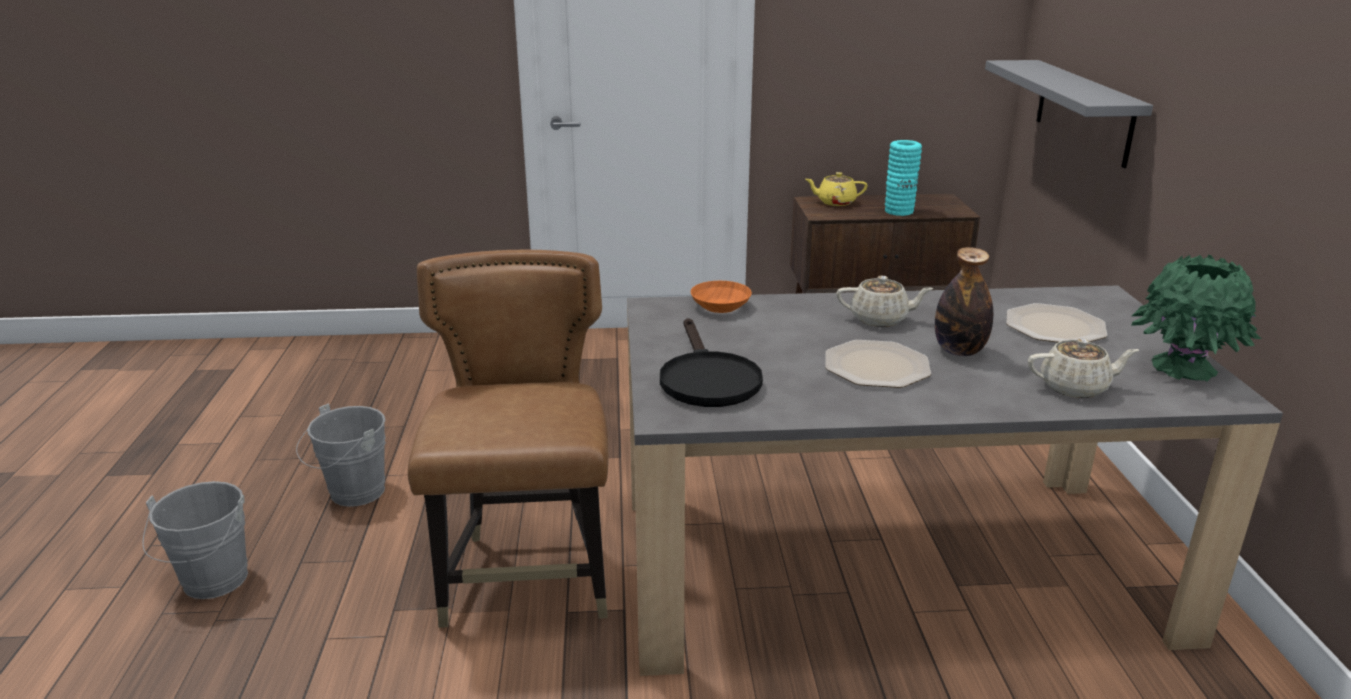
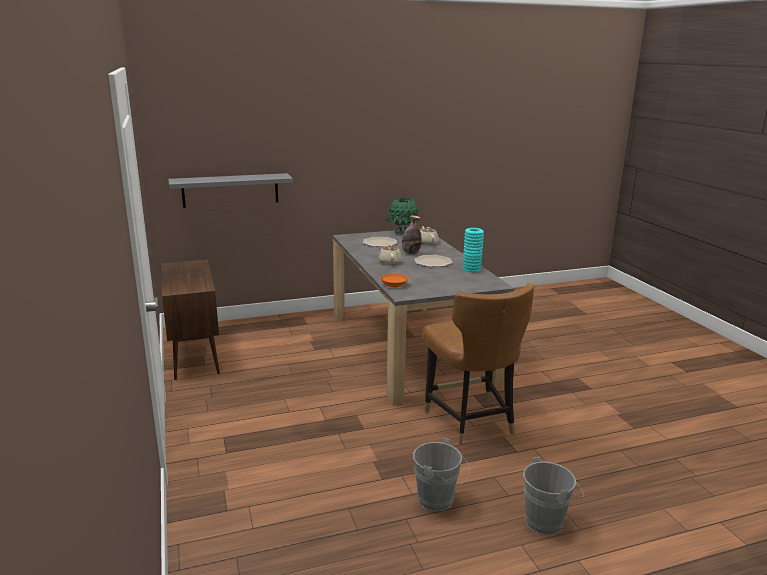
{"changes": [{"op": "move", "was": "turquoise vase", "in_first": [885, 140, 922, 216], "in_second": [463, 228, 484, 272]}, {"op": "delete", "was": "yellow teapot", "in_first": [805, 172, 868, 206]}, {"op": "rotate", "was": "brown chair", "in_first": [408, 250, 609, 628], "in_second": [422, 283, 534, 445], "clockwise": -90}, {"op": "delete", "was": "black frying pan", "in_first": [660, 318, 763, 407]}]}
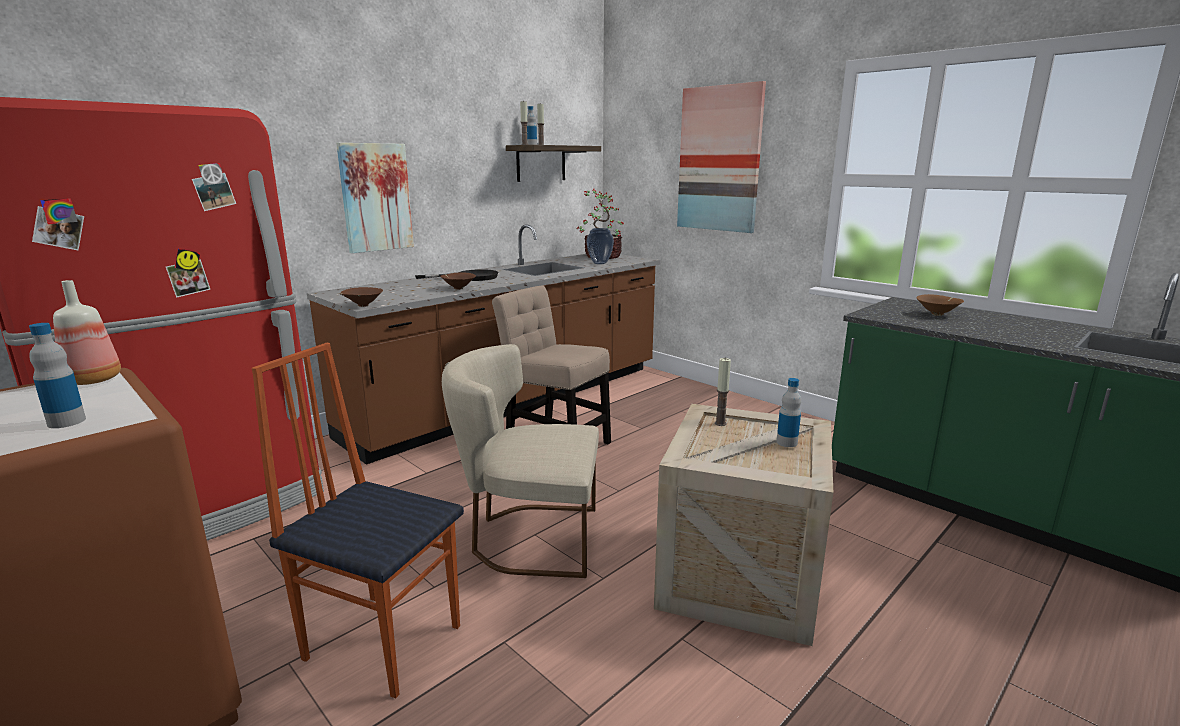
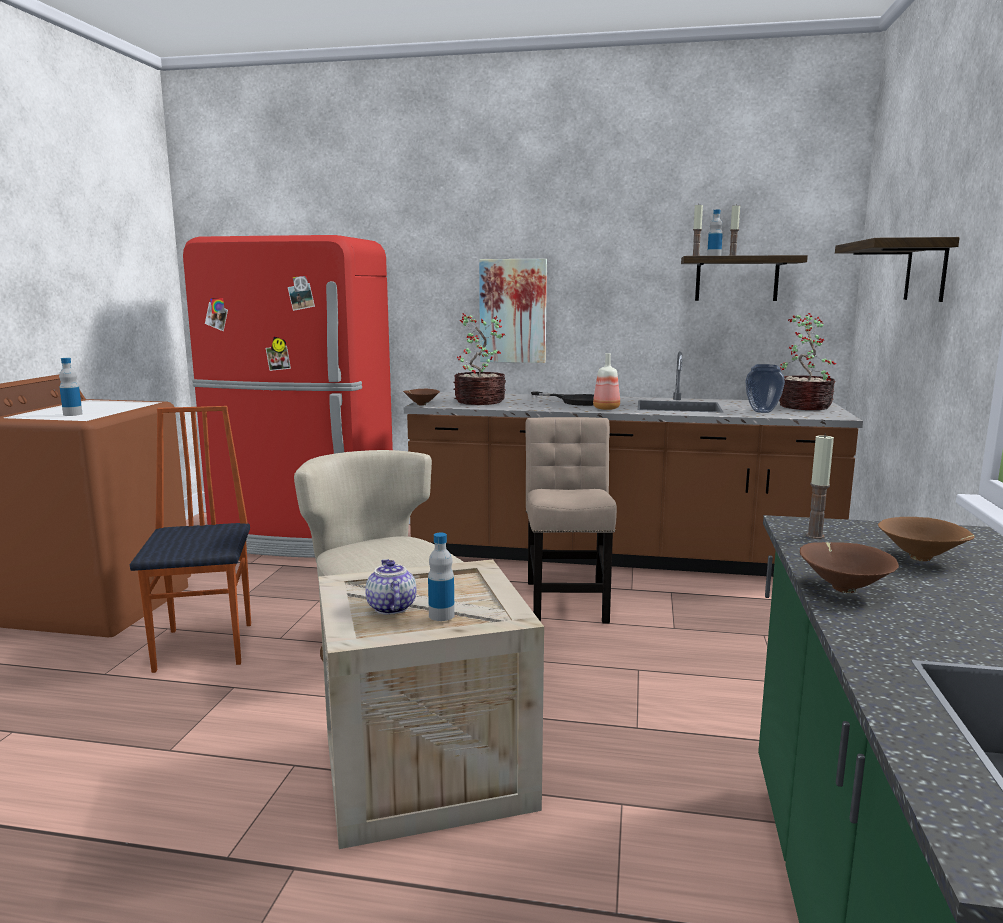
{"changes": [{"op": "replace", "was": "picture", "now": "shelf", "in_first": [677, 81, 766, 233], "in_second": [835, 237, 960, 302]}, {"op": "move", "was": "brown bowl", "in_first": [440, 272, 476, 290], "in_second": [800, 542, 899, 593]}, {"op": "move", "was": "bottle", "in_first": [53, 280, 121, 385], "in_second": [593, 353, 620, 410]}, {"op": "move", "was": "candle", "in_first": [715, 358, 731, 426], "in_second": [806, 434, 834, 539]}, {"op": "insert", "now": "potted plant", "in_second": [454, 313, 506, 405]}, {"op": "insert", "now": "teapot", "in_second": [365, 559, 417, 615]}]}
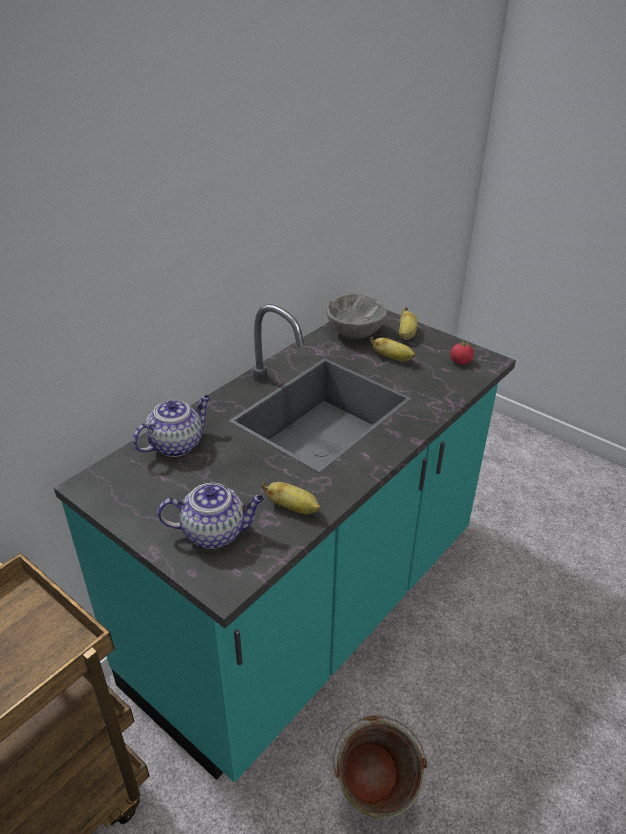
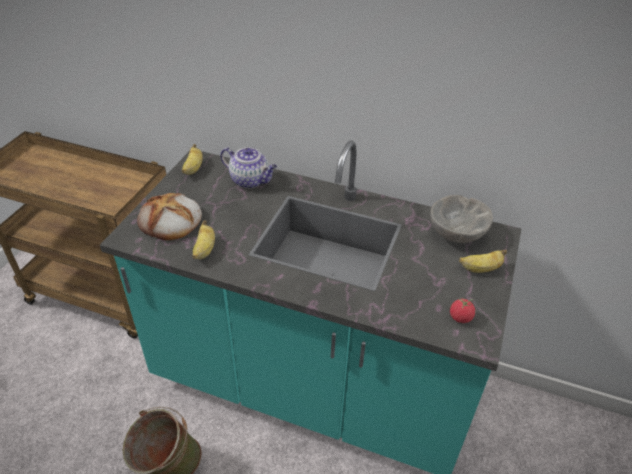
{"changes": [{"op": "move", "was": "banana", "in_first": [370, 337, 416, 361], "in_second": [182, 144, 203, 175]}, {"op": "replace", "was": "teapot", "now": "bread", "in_first": [157, 483, 265, 549], "in_second": [137, 193, 202, 240]}]}
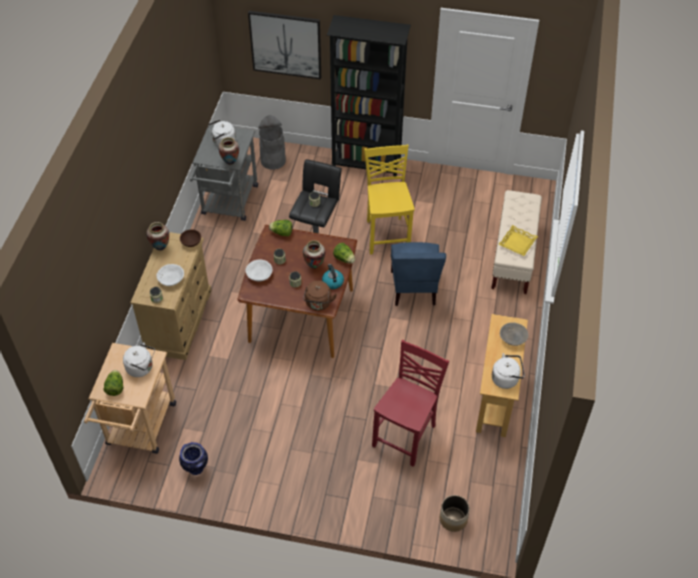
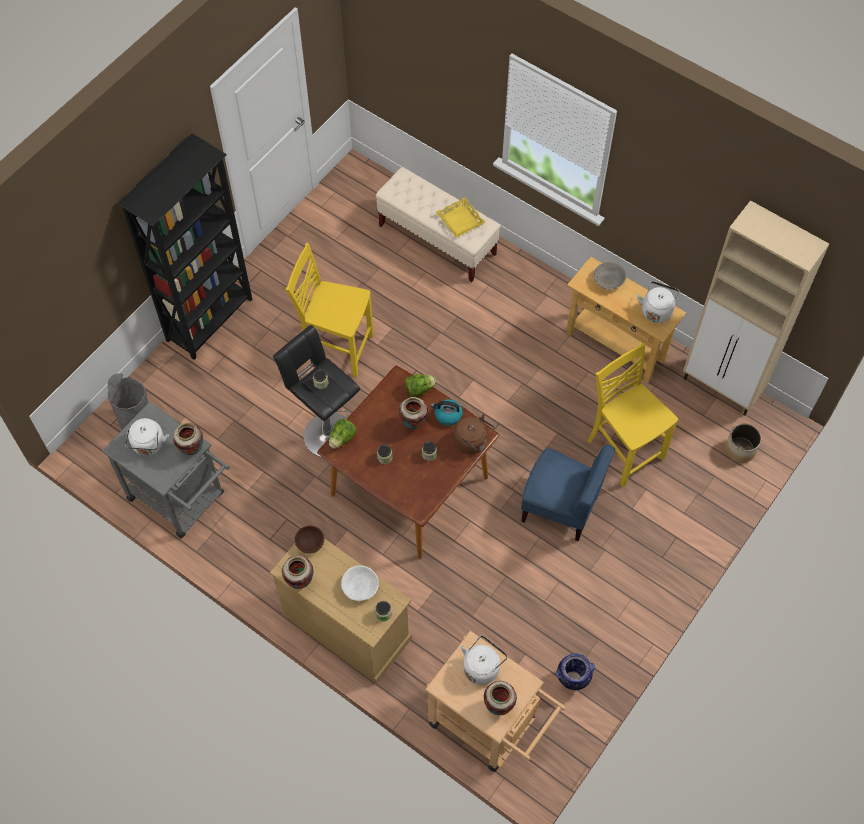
{"changes": [{"op": "delete", "was": "picture", "in_first": [248, 11, 321, 79]}, {"op": "move", "was": "blue chair", "in_first": [391, 242, 446, 306], "in_second": [521, 445, 615, 541]}, {"op": "delete", "was": "white bowl", "in_first": [245, 260, 272, 282]}, {"op": "recolor", "was": "red chair", "now": "yellow chair", "in_first": [372, 340, 449, 467], "in_second": [588, 343, 678, 487]}, {"op": "replace", "was": "lettuce", "now": "vase", "in_first": [104, 370, 123, 396], "in_second": [484, 681, 517, 715]}, {"op": "insert", "now": "beige cabinet", "in_second": [683, 200, 829, 416]}]}
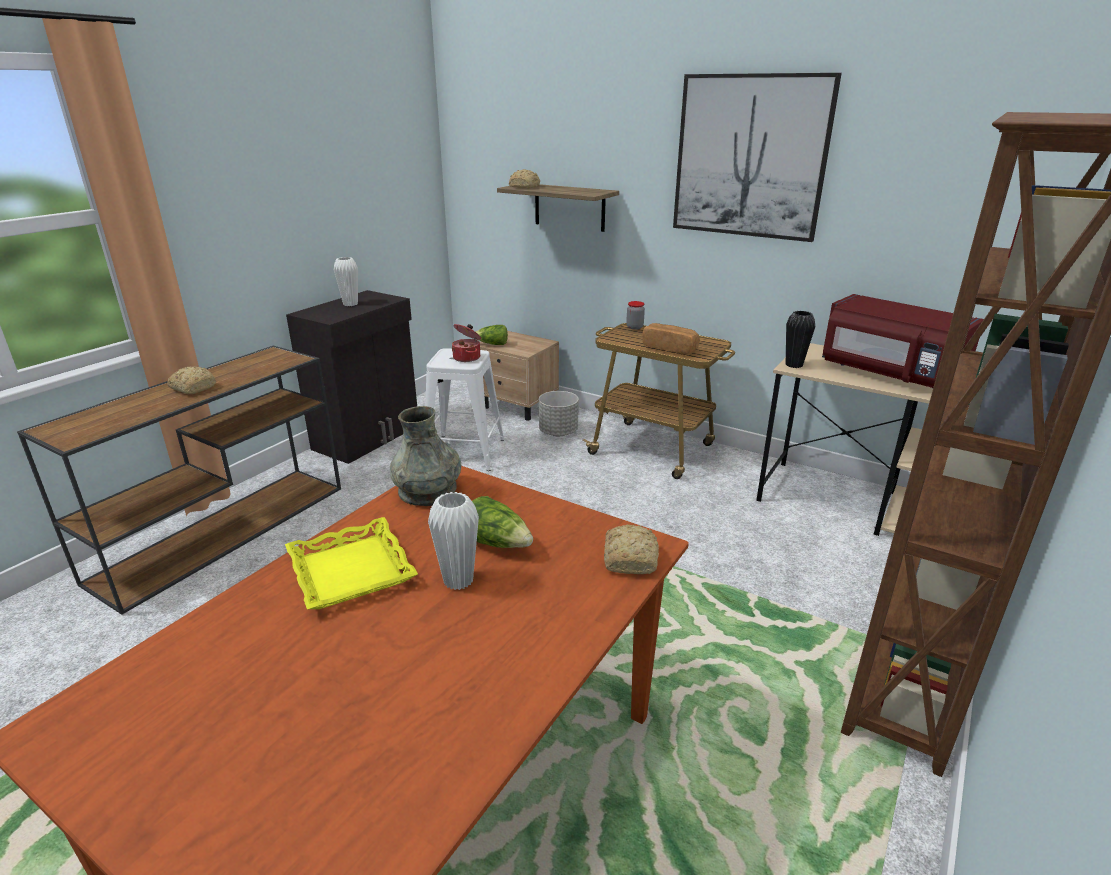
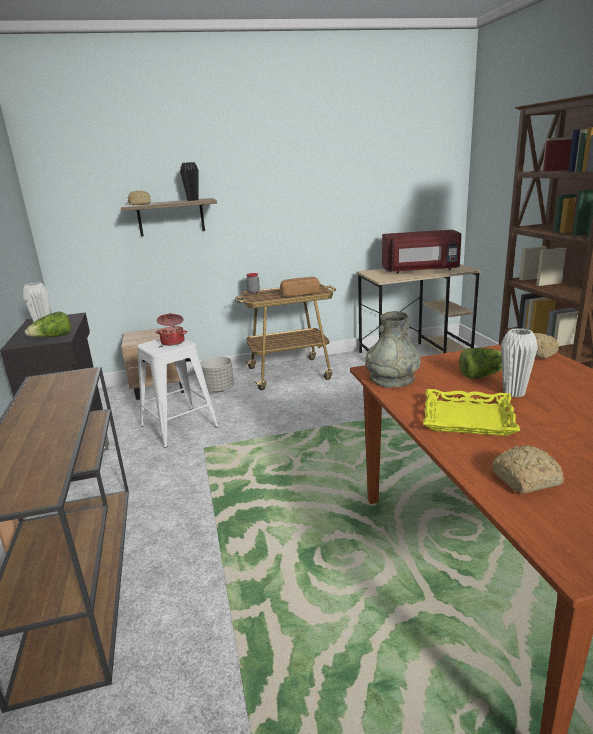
{"changes": [{"op": "delete", "was": "picture", "in_first": [673, 73, 842, 242]}, {"op": "move", "was": "black vase", "in_first": [786, 311, 815, 368], "in_second": [180, 162, 199, 201]}, {"op": "move", "was": "lettuce", "in_first": [475, 325, 508, 345], "in_second": [25, 311, 71, 337]}, {"op": "move", "was": "bread", "in_first": [167, 366, 216, 394], "in_second": [492, 445, 564, 493]}]}
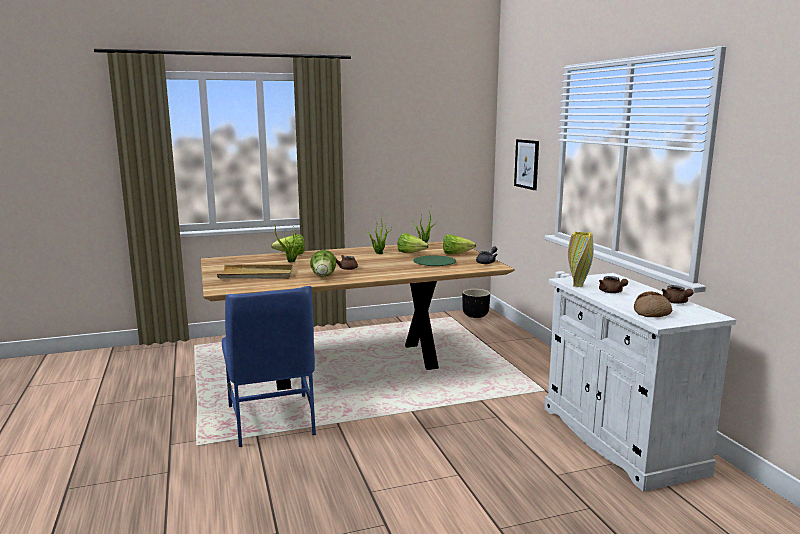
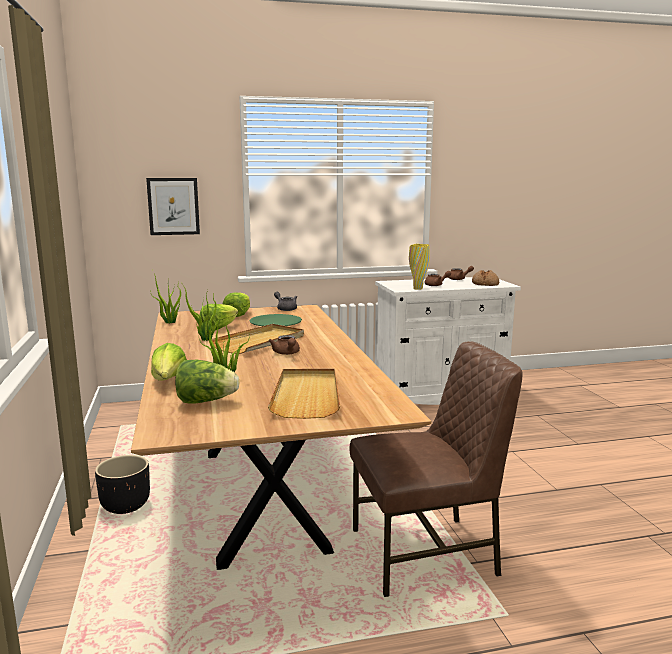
{"changes": [{"op": "move", "was": "lettuce", "in_first": [310, 250, 336, 277], "in_second": [175, 360, 239, 404]}, {"op": "recolor", "was": "blue chair", "now": "brown chair", "in_first": [222, 286, 316, 447], "in_second": [349, 341, 523, 597]}, {"op": "move", "was": "black planter", "in_first": [462, 289, 490, 318], "in_second": [95, 455, 150, 514]}, {"op": "insert", "now": "beige tray", "in_second": [212, 324, 304, 354]}]}
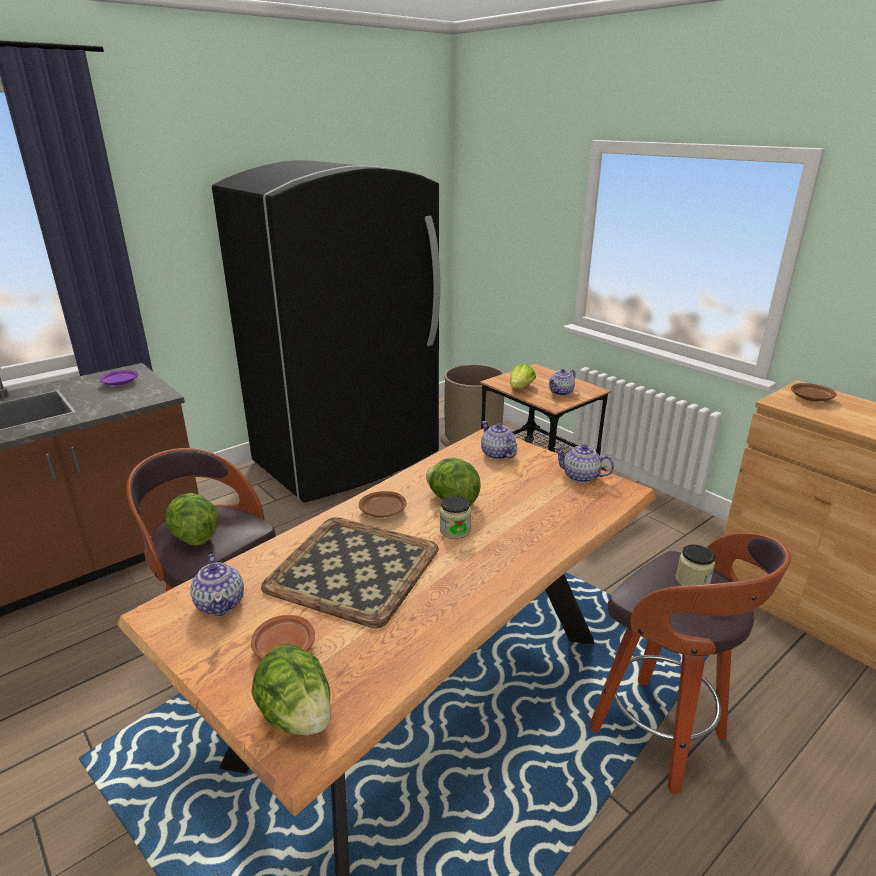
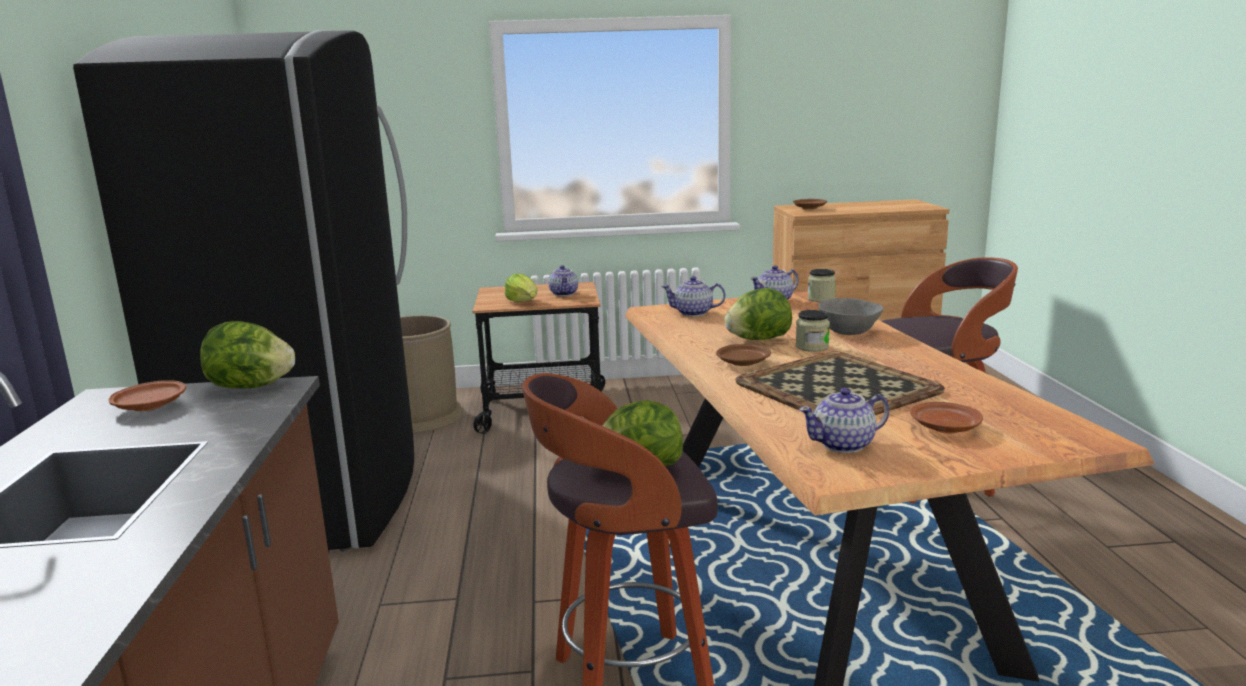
{"changes": [{"op": "recolor", "was": "purple plate", "now": "brown plate", "in_first": [100, 370, 138, 386], "in_second": [109, 380, 186, 411]}, {"op": "move", "was": "jar", "in_first": [676, 544, 715, 586], "in_second": [808, 269, 836, 302]}, {"op": "rotate", "was": "teapot", "in_first": [190, 554, 244, 616], "in_second": [799, 388, 889, 453], "clockwise": 150}, {"op": "move", "was": "lettuce", "in_first": [251, 644, 331, 735], "in_second": [200, 321, 295, 389]}, {"op": "insert", "now": "grey bowl", "in_second": [819, 298, 883, 335]}]}
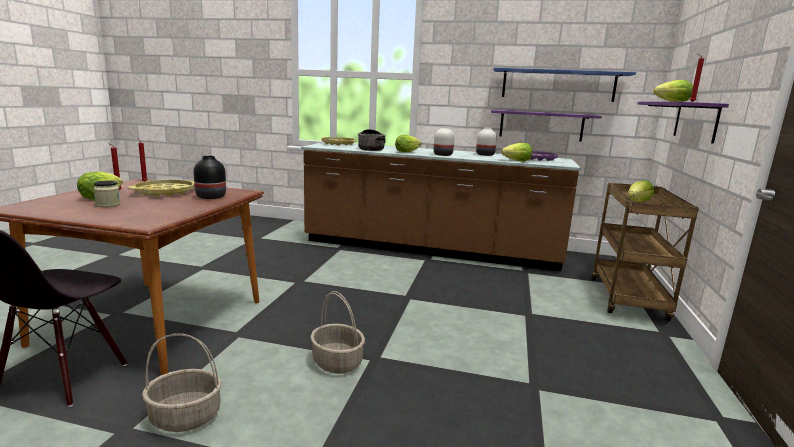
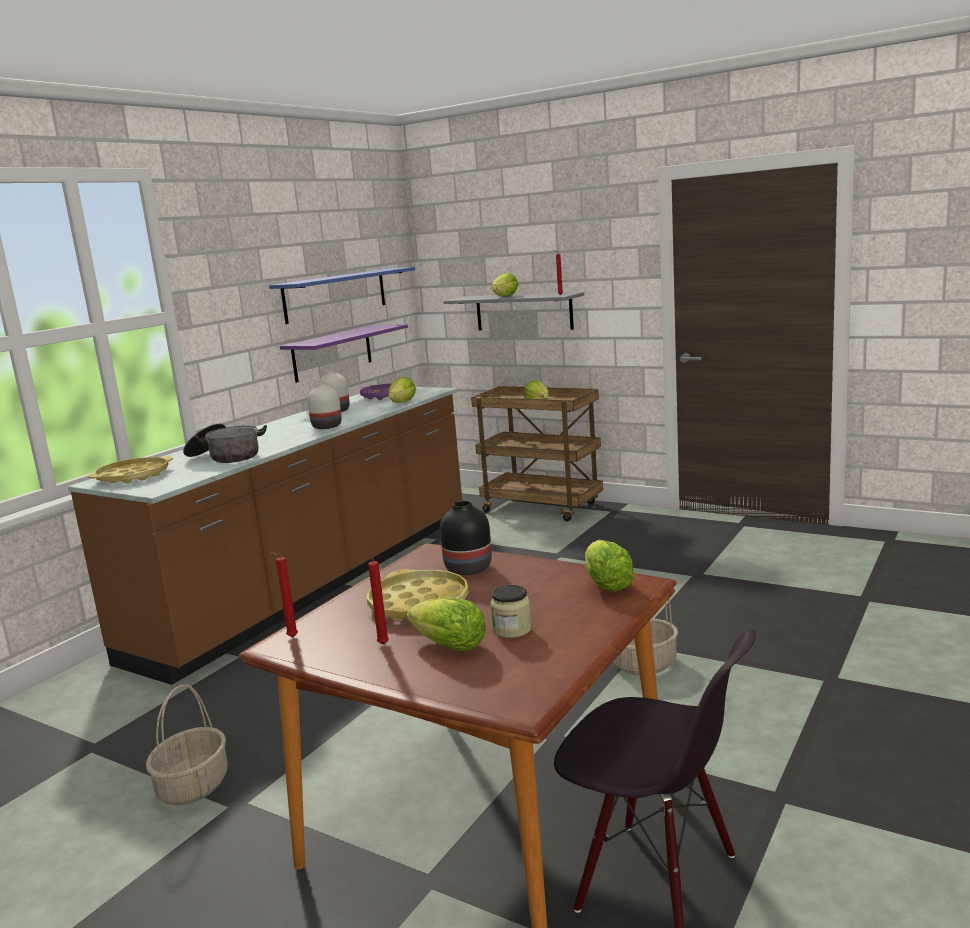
{"changes": [{"op": "recolor", "was": "purple shelf", "now": "grey shelf", "in_first": [638, 101, 729, 144], "in_second": [443, 292, 584, 331]}, {"op": "move", "was": "lettuce", "in_first": [395, 135, 421, 152], "in_second": [585, 540, 634, 591]}, {"op": "move", "was": "basket", "in_first": [142, 333, 222, 432], "in_second": [146, 684, 228, 805]}]}
